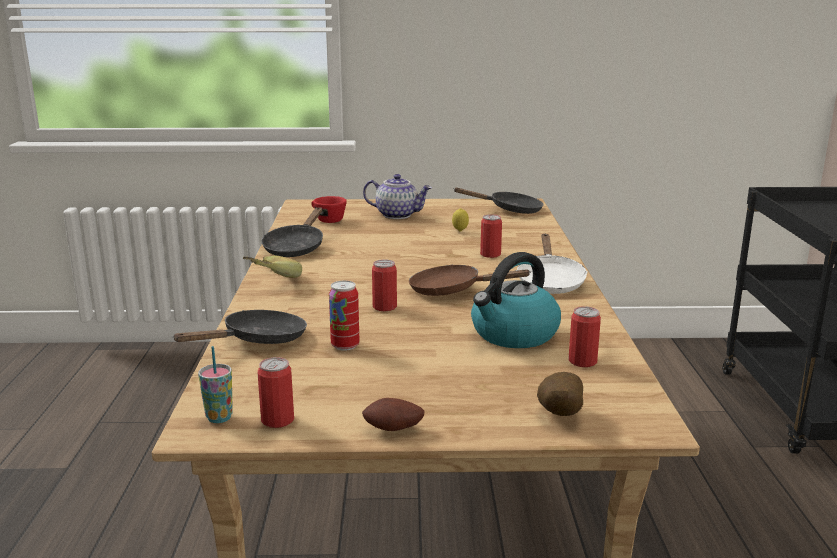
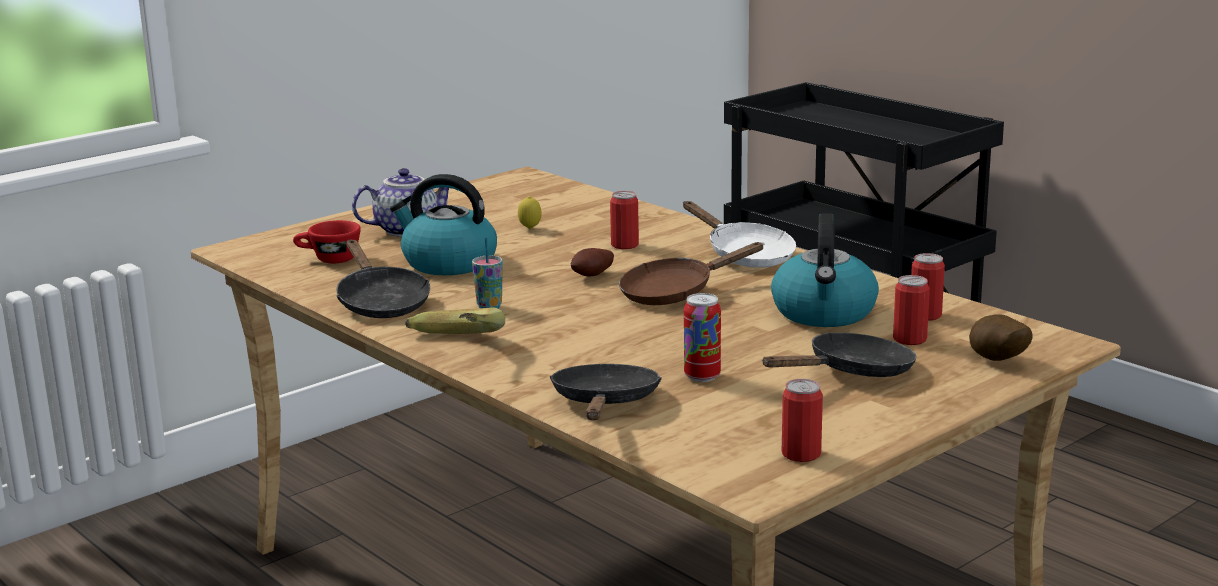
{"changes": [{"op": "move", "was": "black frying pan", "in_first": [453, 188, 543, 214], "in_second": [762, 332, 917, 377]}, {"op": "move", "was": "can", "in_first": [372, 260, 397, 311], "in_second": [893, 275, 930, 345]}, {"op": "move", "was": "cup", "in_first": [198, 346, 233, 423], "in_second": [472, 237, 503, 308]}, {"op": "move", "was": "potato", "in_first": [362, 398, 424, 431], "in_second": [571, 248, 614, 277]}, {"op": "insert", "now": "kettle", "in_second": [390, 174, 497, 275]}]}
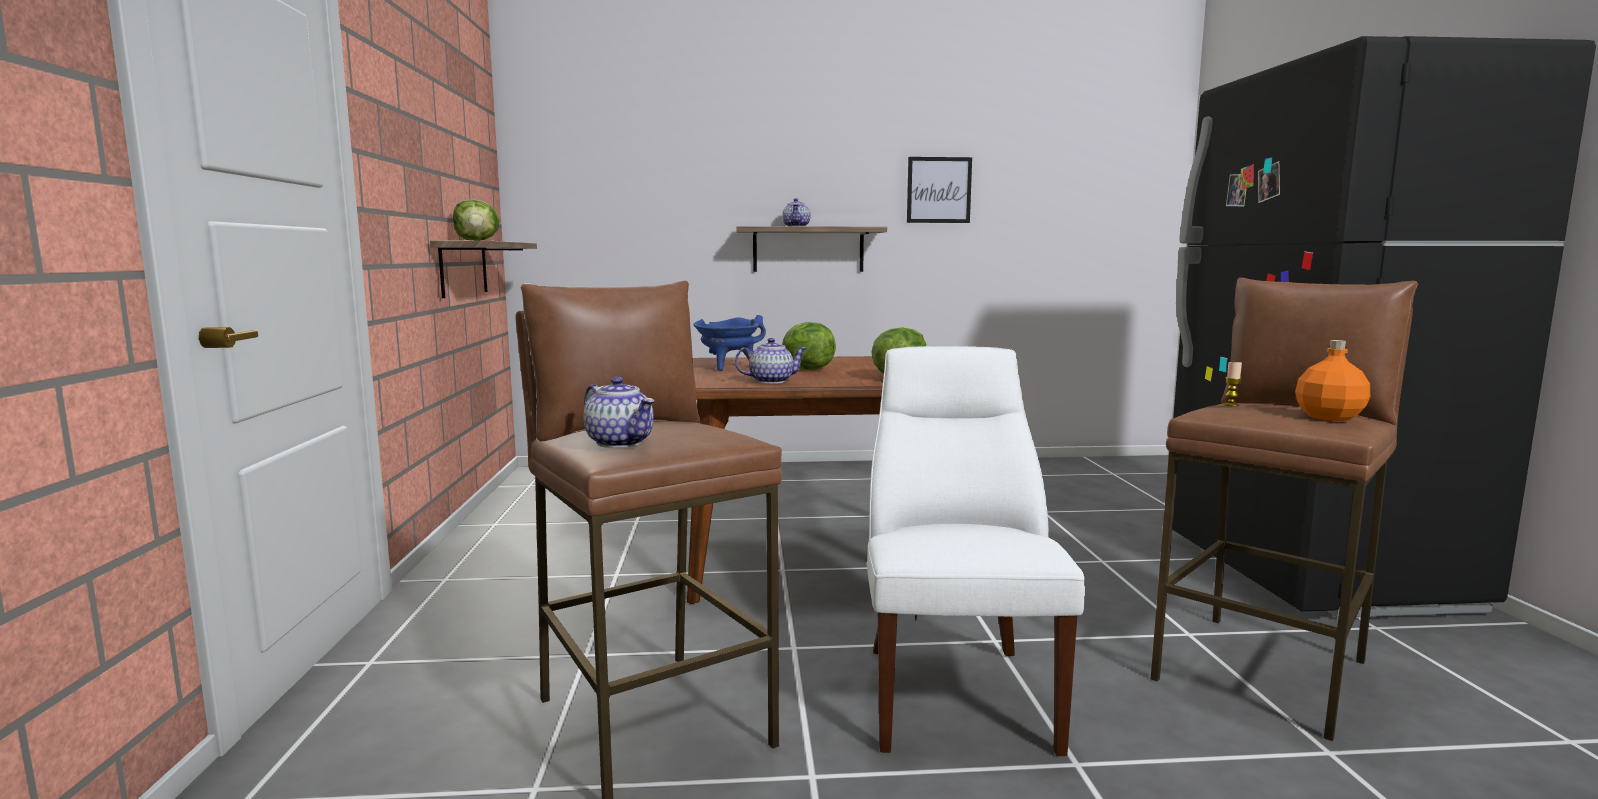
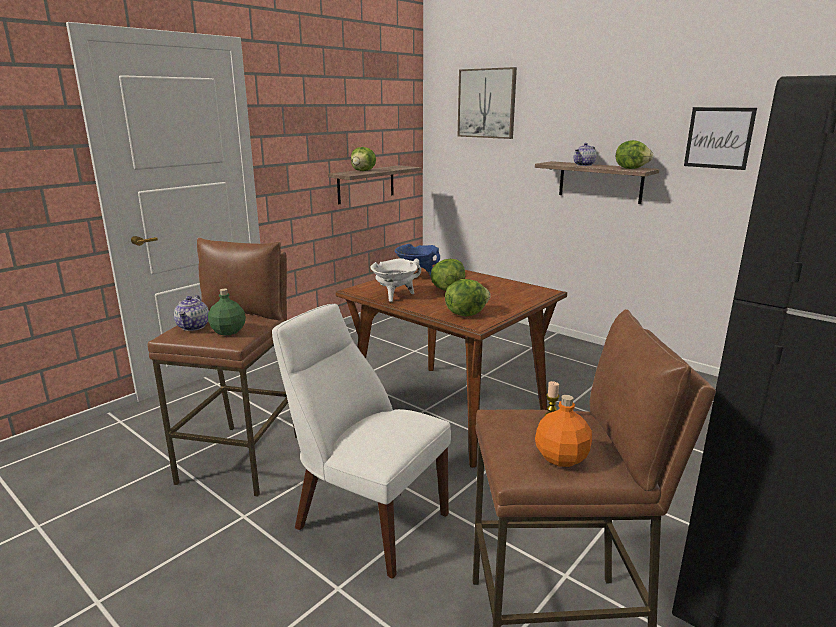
{"changes": [{"op": "replace", "was": "teapot", "now": "white cooking pot", "in_first": [735, 338, 807, 384], "in_second": [370, 258, 421, 302]}, {"op": "rotate", "was": "white chair", "in_first": [867, 346, 1085, 756], "in_second": [272, 304, 451, 579], "clockwise": -105}, {"op": "insert", "now": "picture", "in_second": [458, 67, 517, 139]}, {"op": "insert", "now": "lettuce", "in_second": [616, 140, 653, 169]}, {"op": "insert", "now": "green bottle", "in_second": [208, 289, 246, 335]}]}
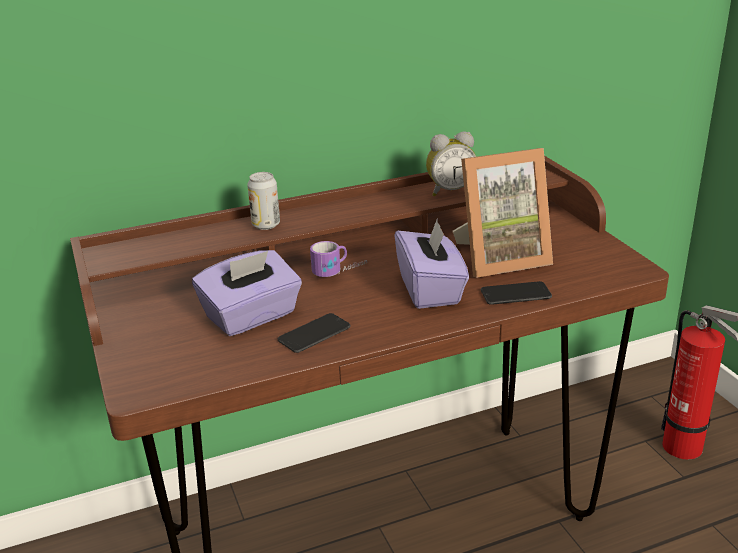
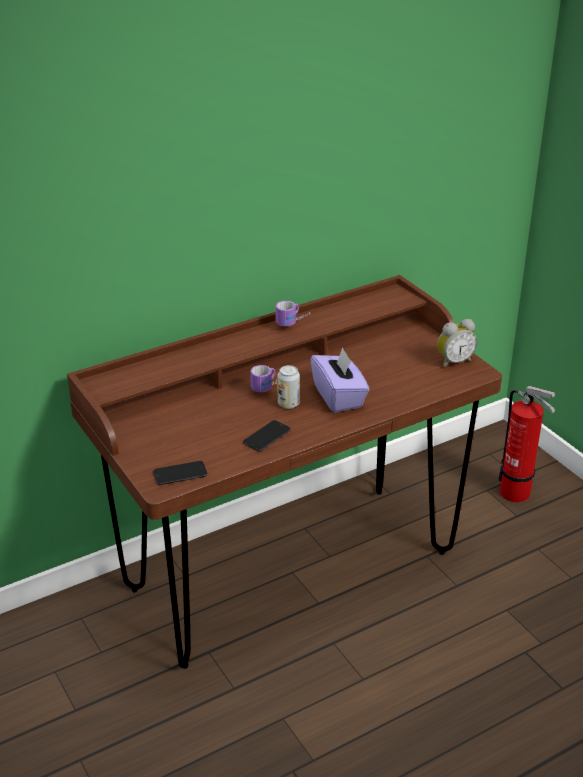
{"changes": [{"op": "move", "was": "alarm clock", "in_first": [426, 132, 476, 196], "in_second": [438, 319, 477, 368]}, {"op": "delete", "was": "picture frame", "in_first": [453, 148, 553, 278]}, {"op": "move", "was": "can", "in_first": [247, 172, 280, 230], "in_second": [278, 365, 300, 409]}, {"op": "delete", "was": "purple tissue box", "in_first": [192, 250, 302, 336]}, {"op": "move", "was": "phone", "in_first": [481, 281, 552, 305], "in_second": [153, 461, 208, 485]}, {"op": "insert", "now": "mug", "in_second": [276, 301, 311, 326]}]}
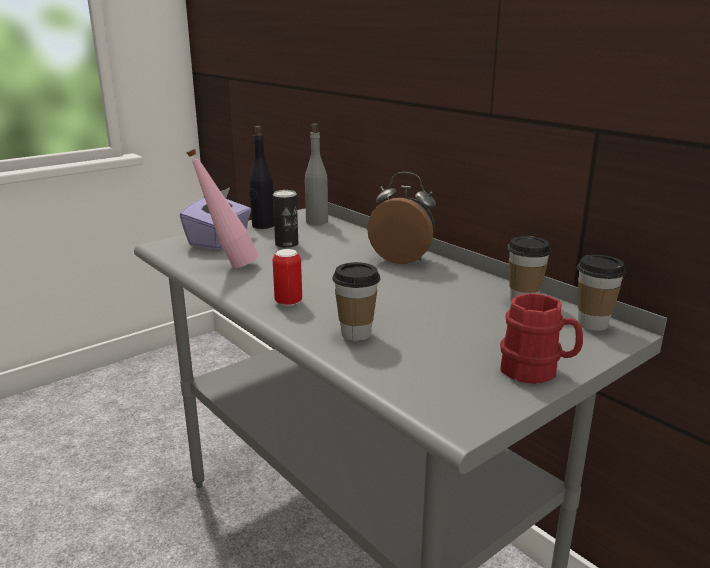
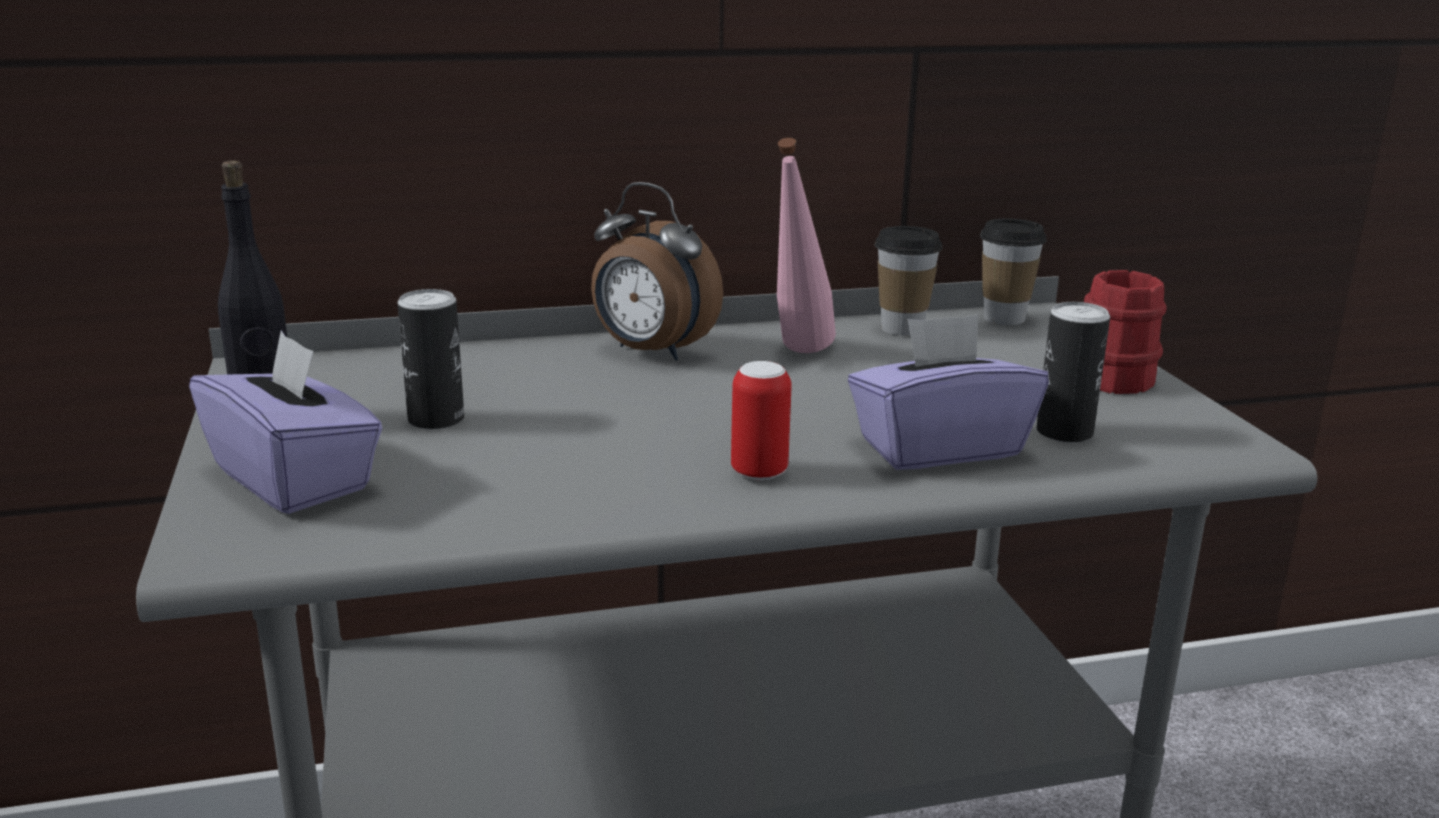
{"changes": [{"op": "delete", "was": "grey bottle", "in_first": [305, 123, 328, 225]}, {"op": "move", "was": "pink bottle", "in_first": [186, 149, 259, 268], "in_second": [777, 138, 836, 353]}, {"op": "rotate", "was": "alarm clock", "in_first": [367, 172, 436, 264], "in_second": [591, 182, 723, 361], "clockwise": -105}, {"op": "replace", "was": "cup", "now": "purple tissue box", "in_first": [332, 262, 380, 341], "in_second": [848, 314, 1049, 470]}, {"op": "insert", "now": "can", "in_second": [1036, 302, 1110, 443]}]}
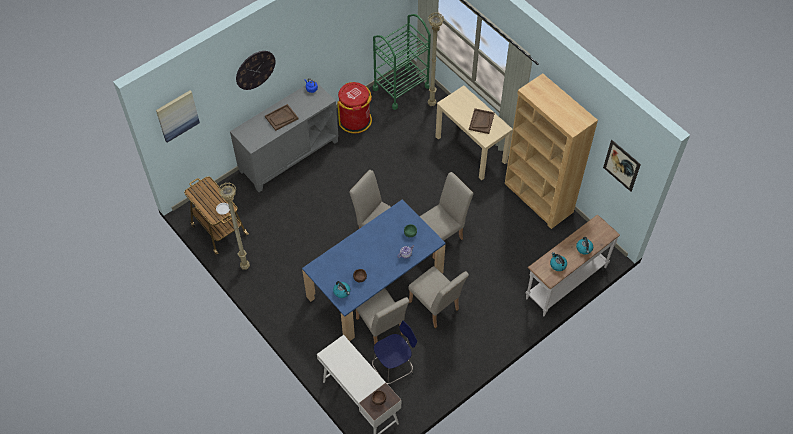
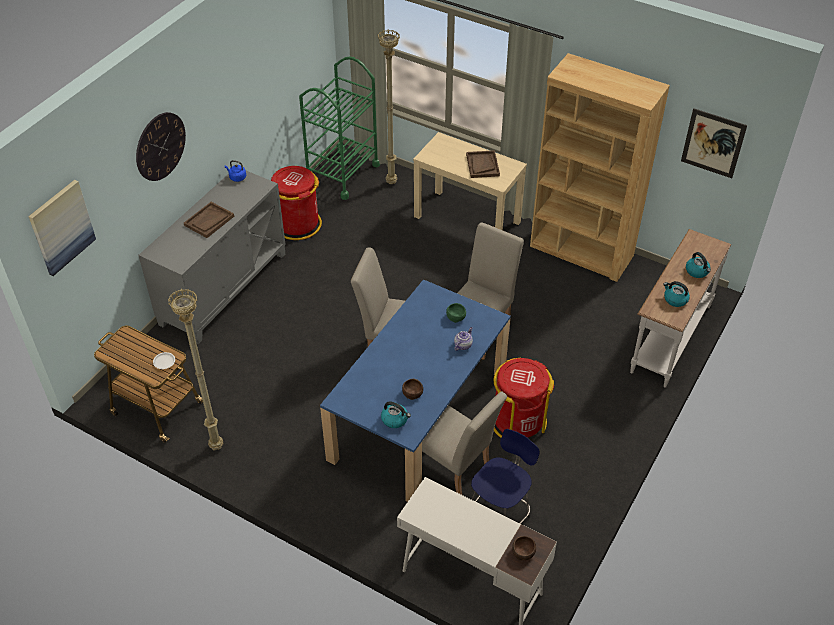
{"changes": [{"op": "replace", "was": "beige chair", "now": "red trash can", "in_first": [409, 266, 469, 328], "in_second": [494, 358, 554, 438]}]}
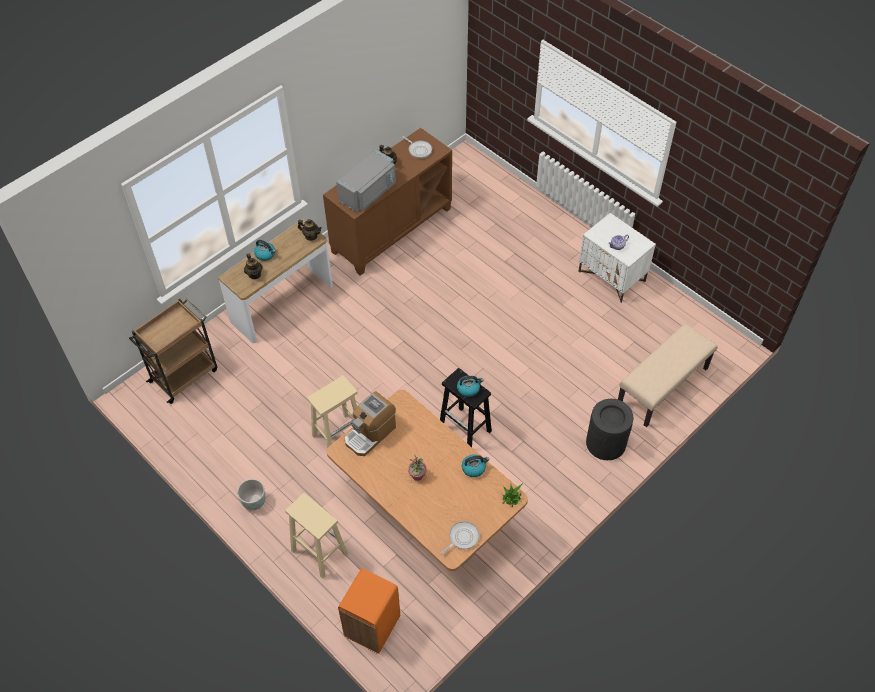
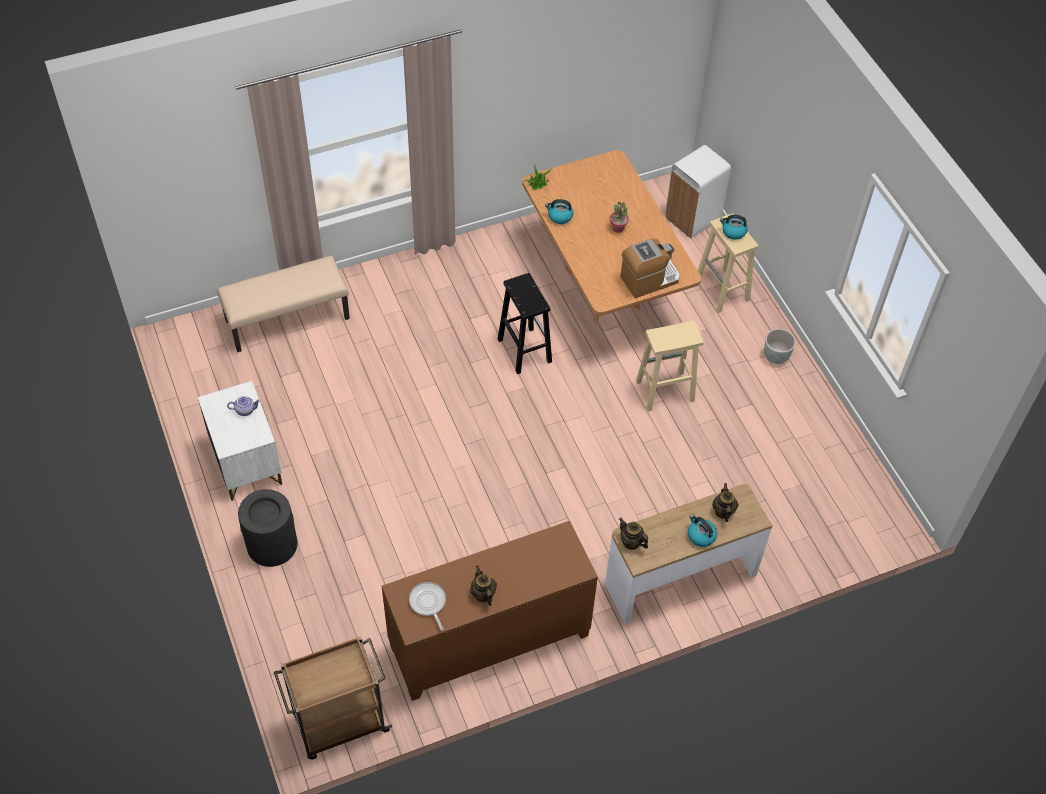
{"changes": [{"op": "delete", "was": "grey microwave", "in_first": [336, 149, 396, 212]}, {"op": "move", "was": "brown cart", "in_first": [129, 299, 217, 404], "in_second": [274, 636, 392, 760]}, {"op": "move", "was": "kettle", "in_first": [457, 376, 483, 397], "in_second": [720, 215, 748, 240]}, {"op": "move", "was": "black trash can", "in_first": [586, 399, 633, 460], "in_second": [238, 489, 297, 567]}, {"op": "delete", "was": "frying pan", "in_first": [440, 521, 479, 555]}, {"op": "recolor", "was": "orange trash can", "now": "white trash can", "in_first": [338, 568, 400, 654], "in_second": [665, 145, 731, 239]}]}
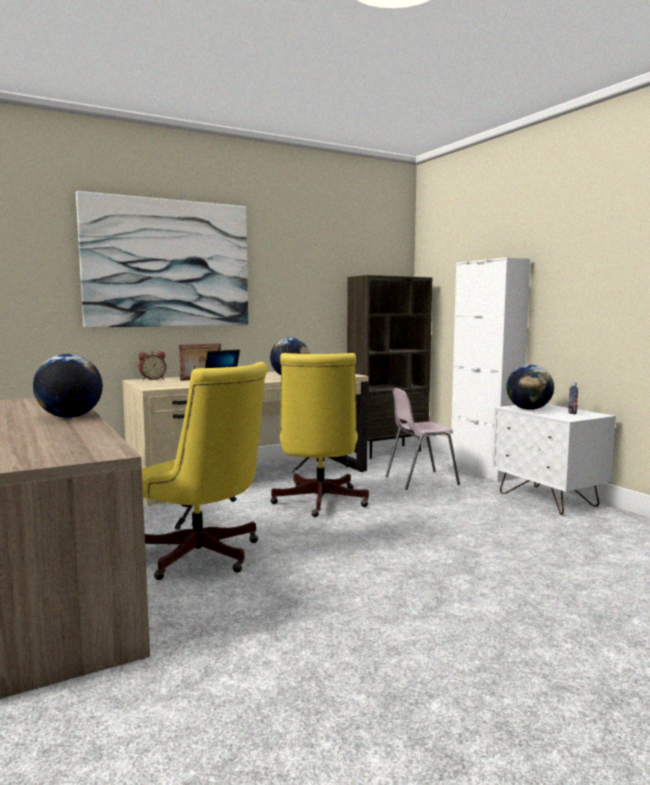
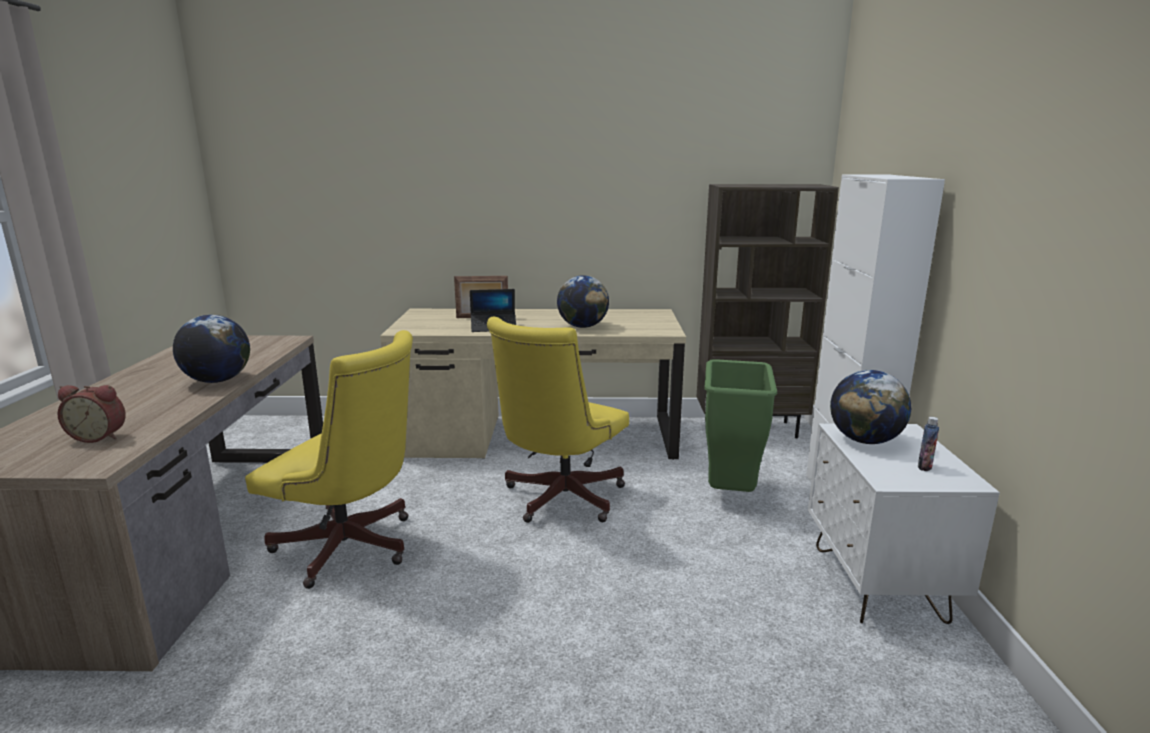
{"changes": [{"op": "delete", "was": "picture", "in_first": [76, 191, 248, 328]}, {"op": "move", "was": "alarm clock", "in_first": [139, 352, 166, 380], "in_second": [58, 385, 126, 443]}, {"op": "rotate", "was": "yellow office chair", "in_first": [142, 362, 268, 580], "in_second": [245, 330, 413, 589], "clockwise": -45}, {"op": "replace", "was": "pink chair", "now": "green trash can", "in_first": [386, 388, 460, 490], "in_second": [704, 359, 777, 492]}]}
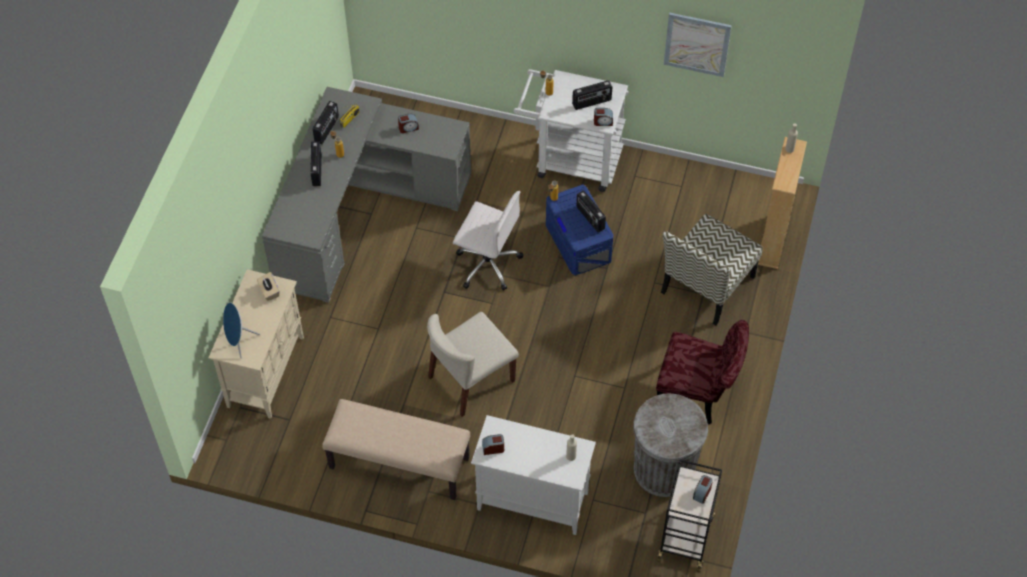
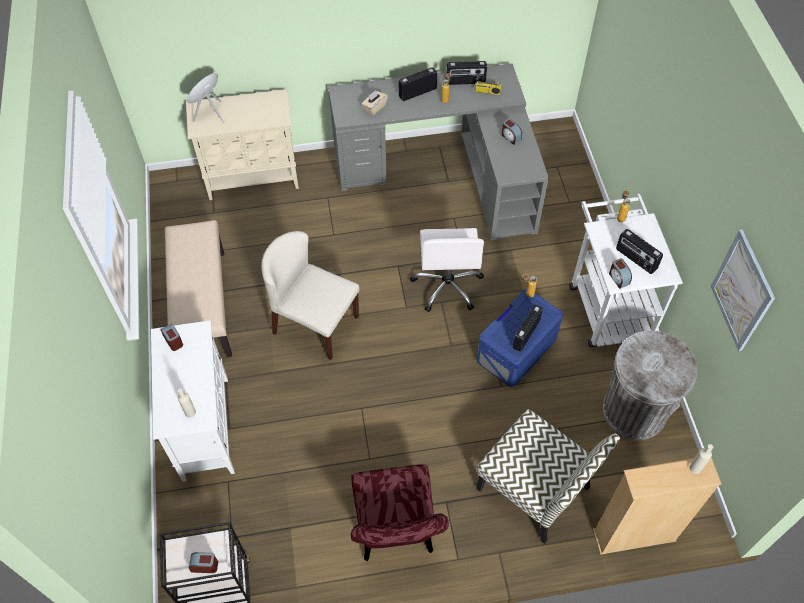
{"changes": [{"op": "rotate", "was": "chair", "in_first": [661, 214, 763, 326], "in_second": [477, 409, 620, 544], "clockwise": -150}, {"op": "move", "was": "beige tissue box", "in_first": [257, 272, 280, 301], "in_second": [361, 90, 388, 115]}, {"op": "move", "was": "grey trash can", "in_first": [633, 394, 708, 497], "in_second": [603, 330, 698, 440]}]}
